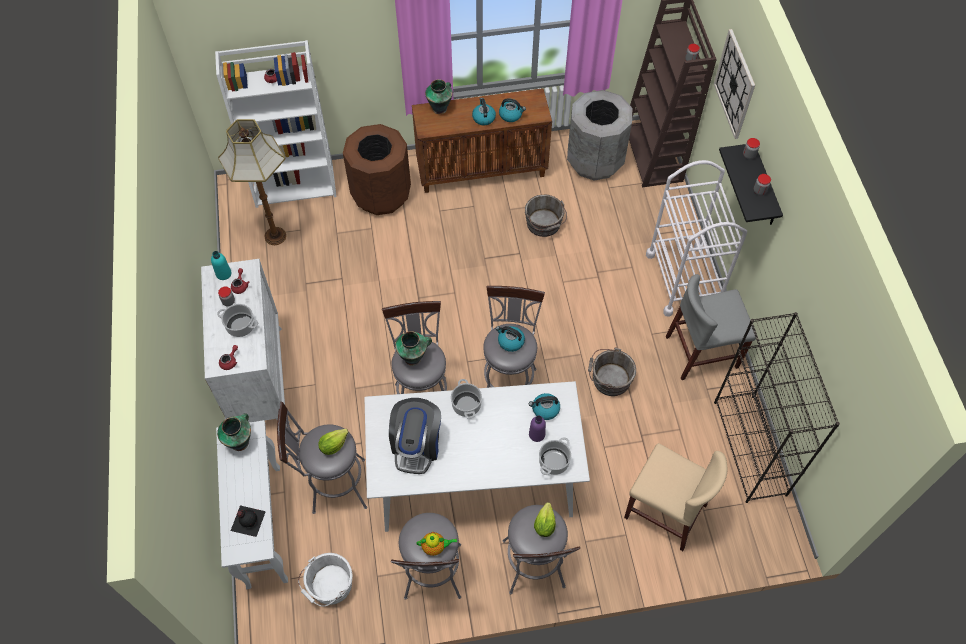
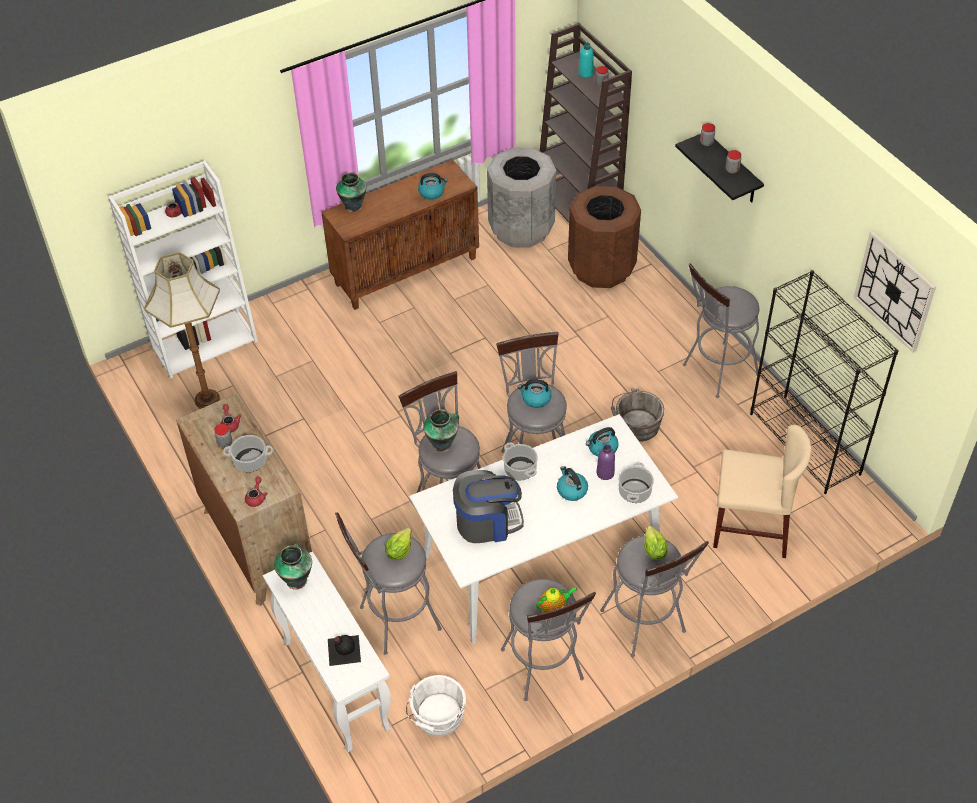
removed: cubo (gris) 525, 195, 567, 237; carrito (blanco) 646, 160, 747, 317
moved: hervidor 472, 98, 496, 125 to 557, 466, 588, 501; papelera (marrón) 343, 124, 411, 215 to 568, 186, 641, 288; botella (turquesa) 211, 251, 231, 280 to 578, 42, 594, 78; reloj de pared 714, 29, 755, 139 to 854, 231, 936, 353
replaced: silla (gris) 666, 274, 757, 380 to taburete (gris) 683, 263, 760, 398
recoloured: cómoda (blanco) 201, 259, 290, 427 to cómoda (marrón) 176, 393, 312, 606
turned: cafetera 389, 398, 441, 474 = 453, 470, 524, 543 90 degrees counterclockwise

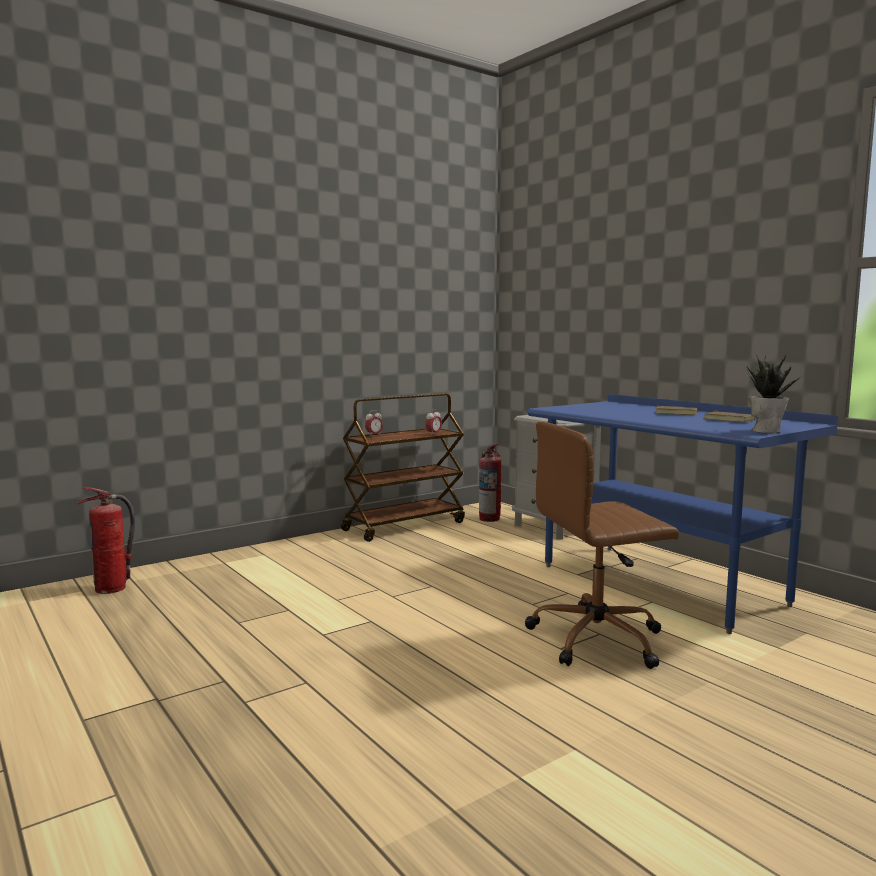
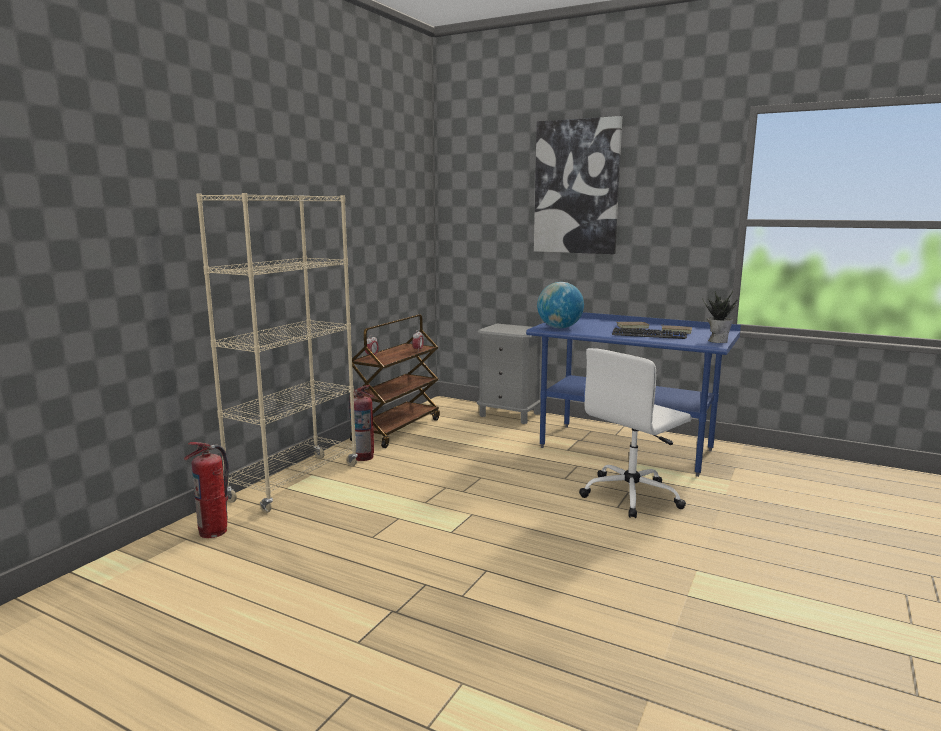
added: estantería (beis) 196, 193, 358, 513; cuadro 534, 116, 622, 254; globo terráqueo 537, 282, 584, 328; teclado 612, 327, 687, 339
moved: extintor 479, 444, 501, 522 to 349, 385, 374, 461
recoloured: silla de oficina (marrón) 525, 422, 679, 669 to silla de oficina (blanco) 579, 348, 692, 518

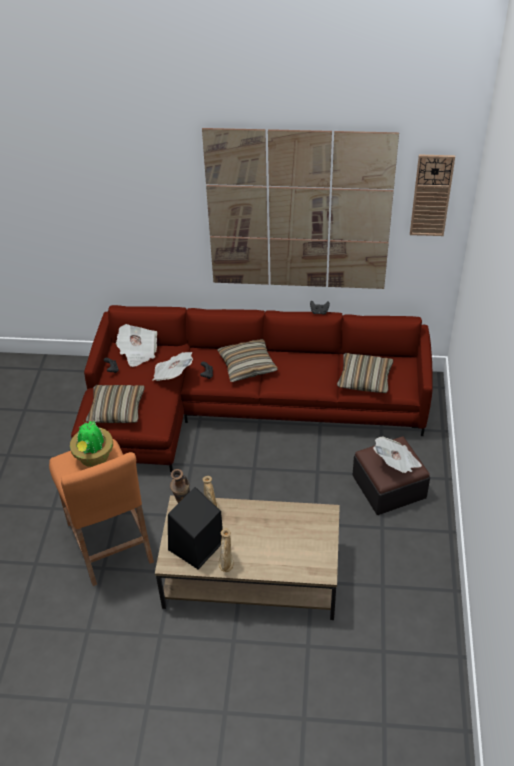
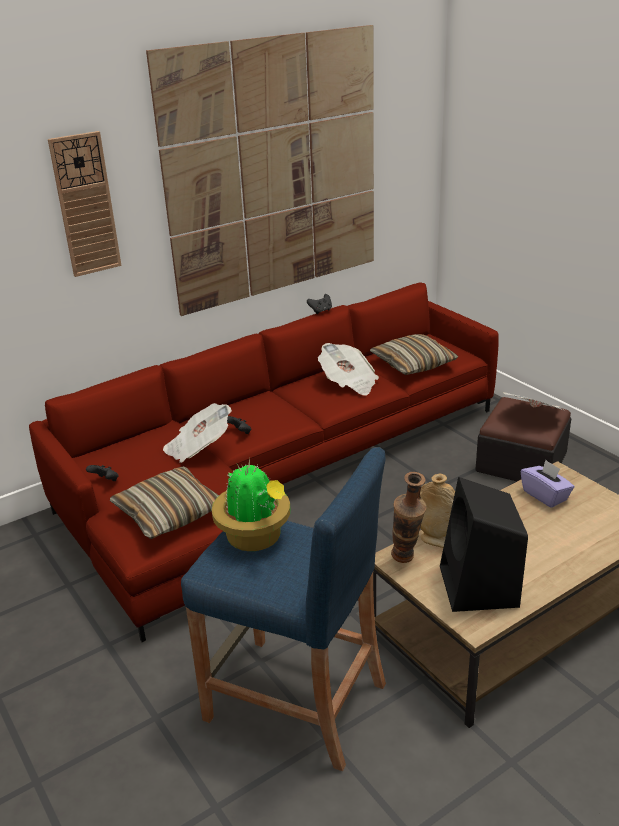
removed: cojín 217, 339, 278, 382; florero (beis) 219, 528, 233, 572
added: caja de pañuelos (morado) 521, 460, 574, 508
moved: reloj de pared 410, 155, 455, 236 to 48, 131, 122, 277; periódico 116, 324, 157, 367 to 318, 343, 379, 395
recoloured: taburete (naranja) 49, 439, 154, 586 to taburete (azul) 181, 447, 386, 772

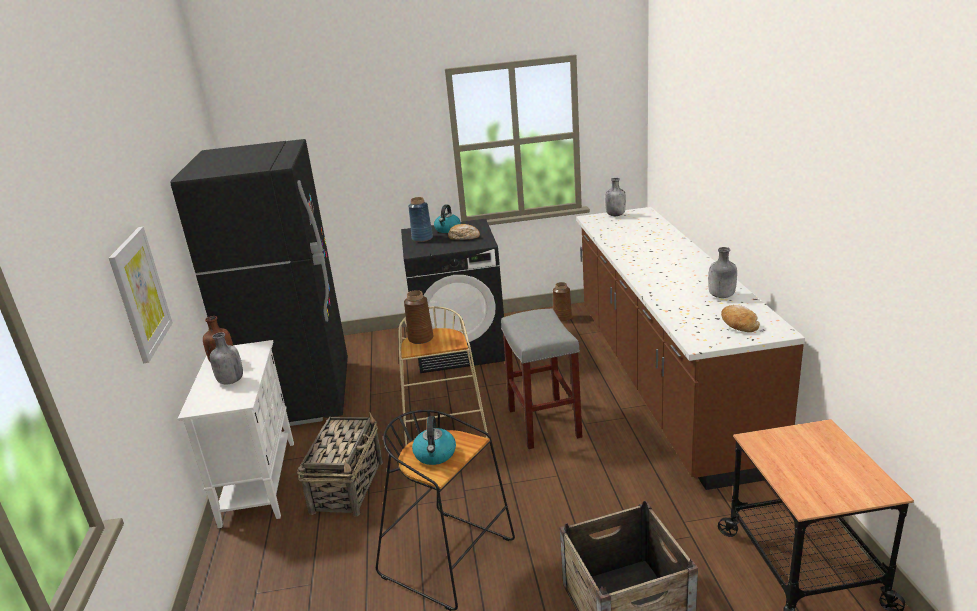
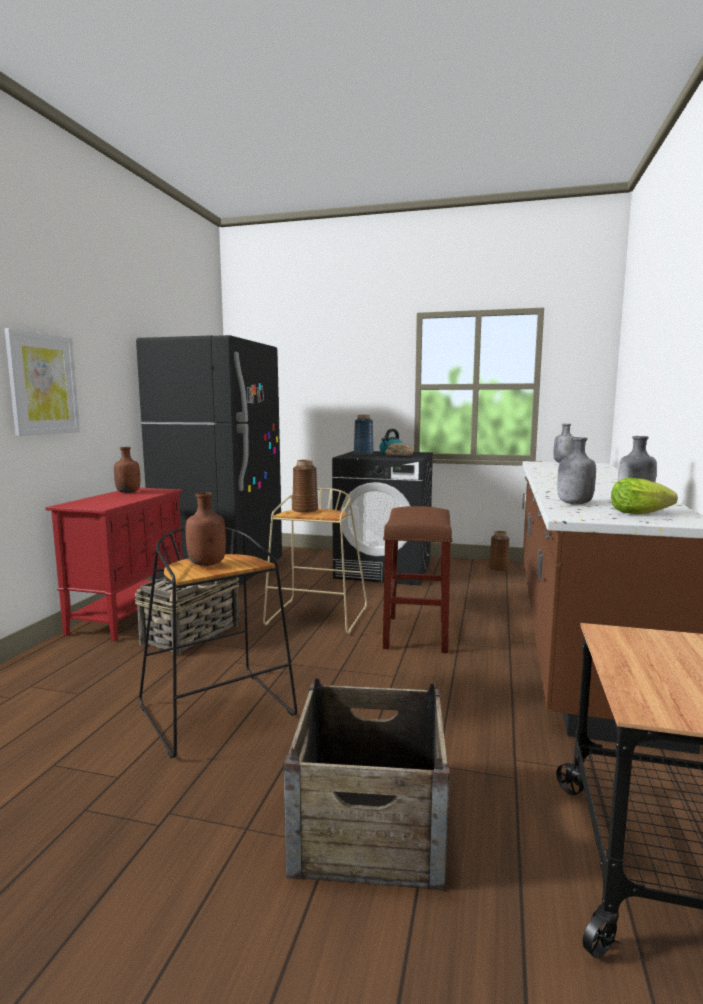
moved: botella (gris) 210, 332, 243, 384 to 557, 437, 596, 504
replaced: hervidor 412, 416, 456, 465 to botella (marrón) 186, 492, 226, 566; pan 721, 305, 760, 332 to lechuga 611, 478, 678, 514
recoloured: armario (blanco) 178, 340, 294, 528 to armario (rojo) 45, 488, 184, 641; taburete (gris) 501, 309, 582, 449 to taburete (marrón) 383, 506, 452, 653

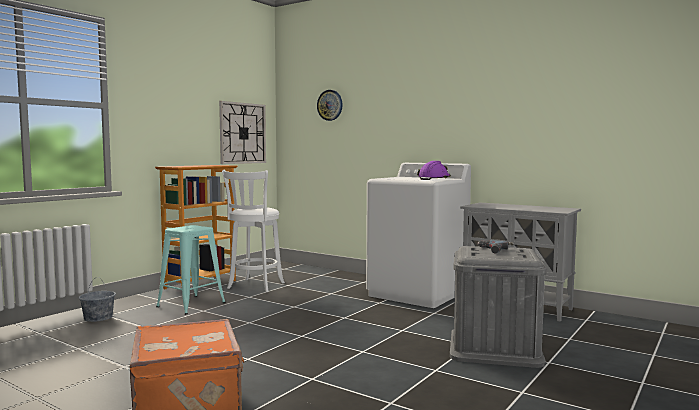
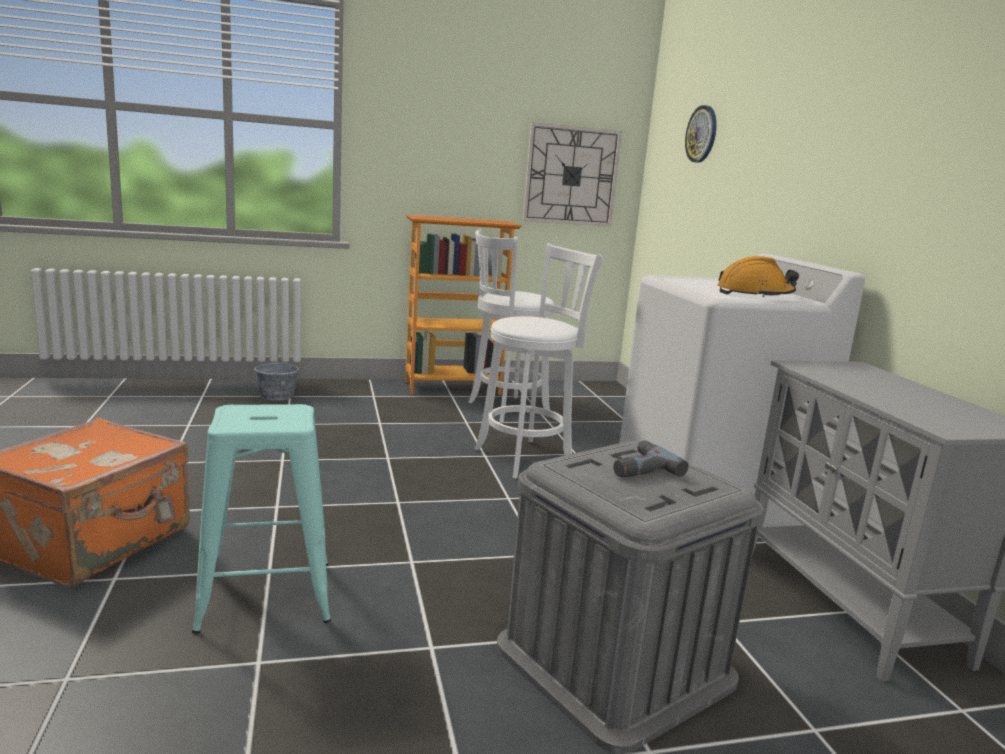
added: taburete (blanco) 474, 244, 603, 479
moved: taburete (turquesa) 156, 225, 226, 315 to 192, 404, 331, 634
recoloured: casco (morado) 417, 161, 451, 180 to casco (naranja) 717, 256, 799, 297

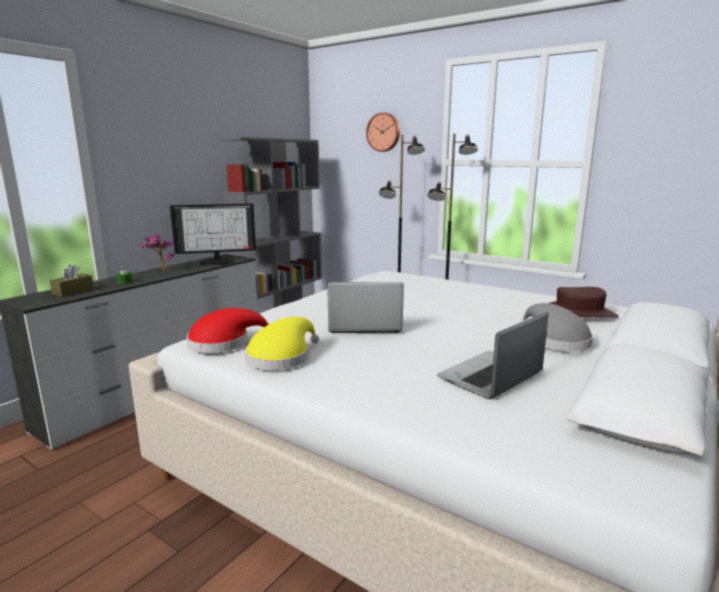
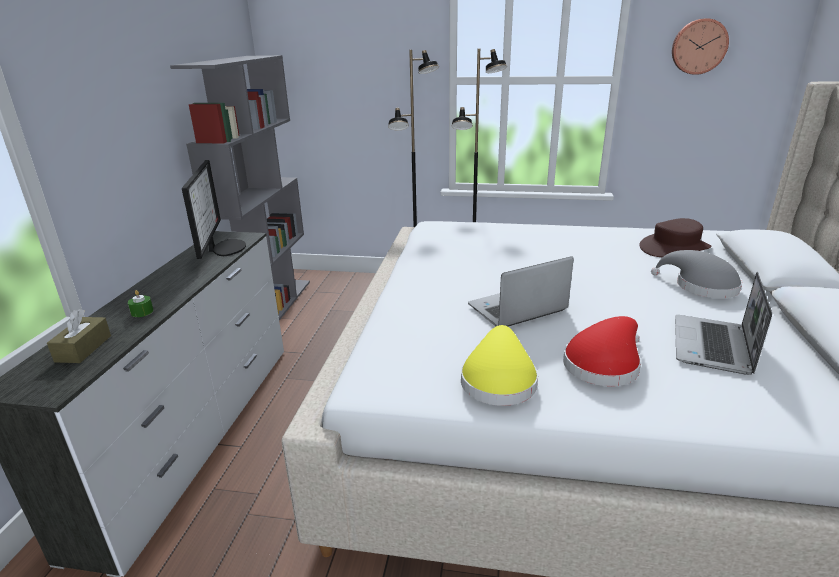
removed: planta en maceta 139, 233, 174, 271
moved: sombrero (rojo) 187, 308, 269, 353 to 563, 316, 641, 386; reloj de pared 366, 112, 400, 152 to 672, 18, 729, 75
turned: monitor 170, 203, 256, 266 = 182, 160, 246, 259 60 degrees counterclockwise

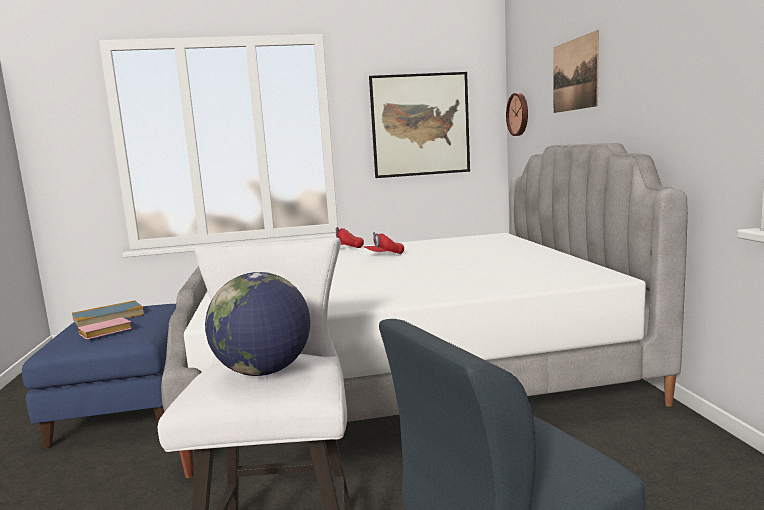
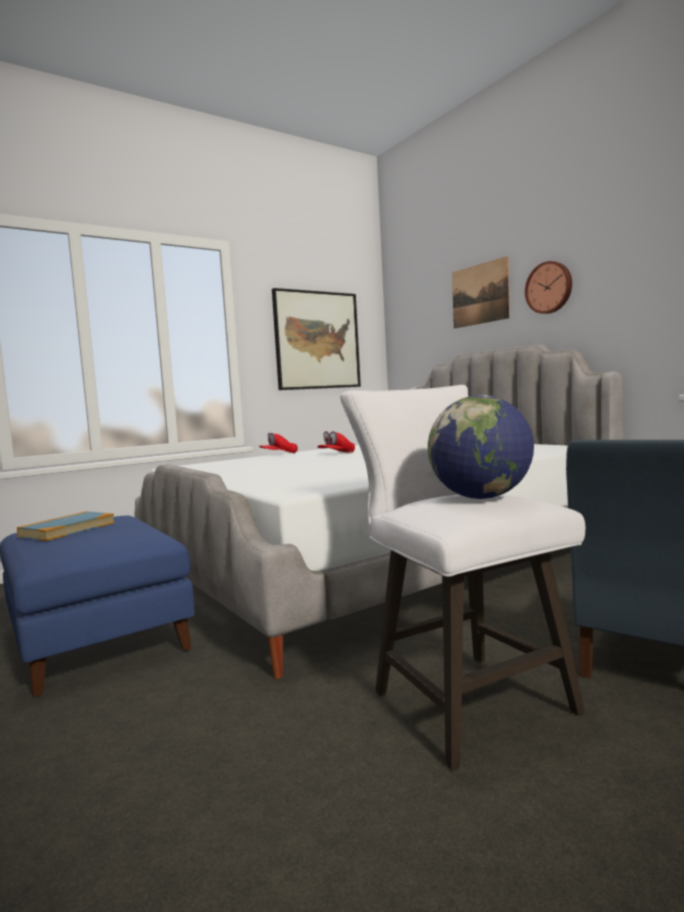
removed: libro (rosa) 78, 317, 132, 339
moved: reloj de pared 506, 93, 528, 136 to 525, 261, 572, 314

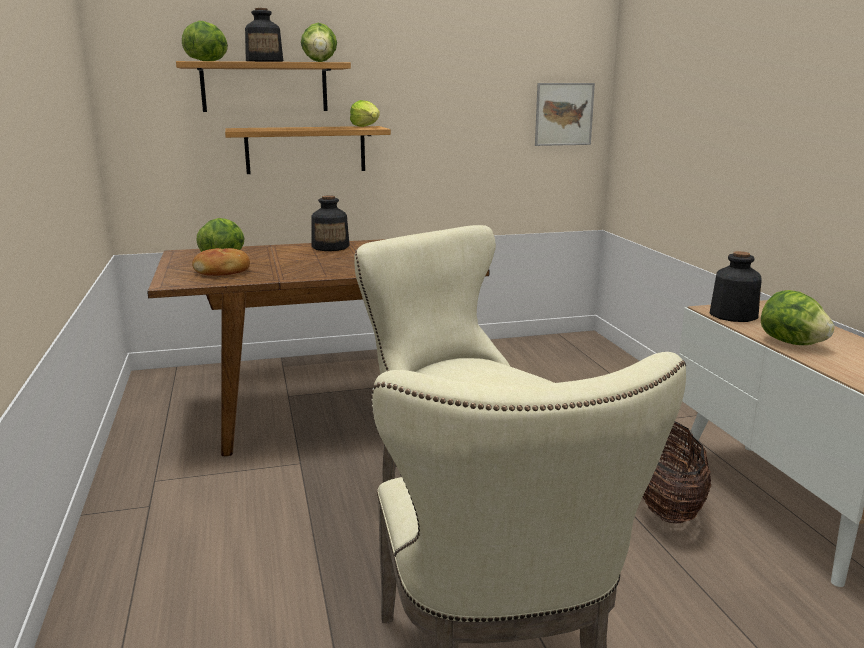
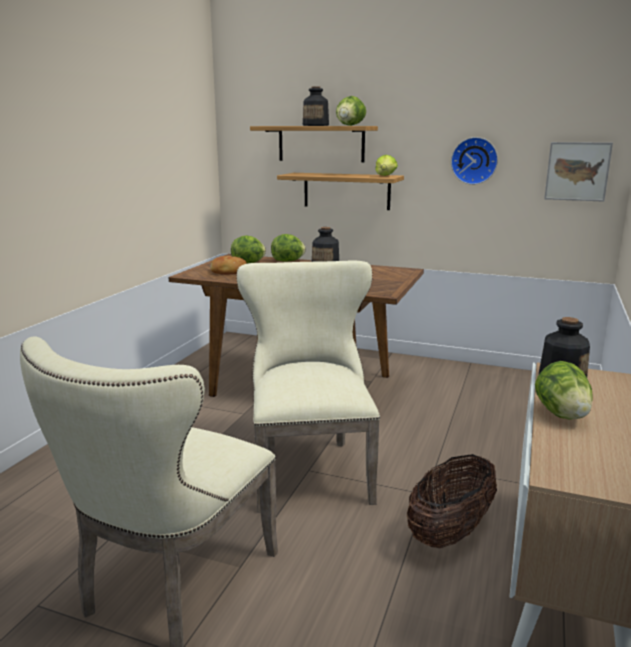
added: reloj de pared 451, 137, 498, 185
moved: lechuga 182, 21, 228, 61 to 271, 234, 306, 262

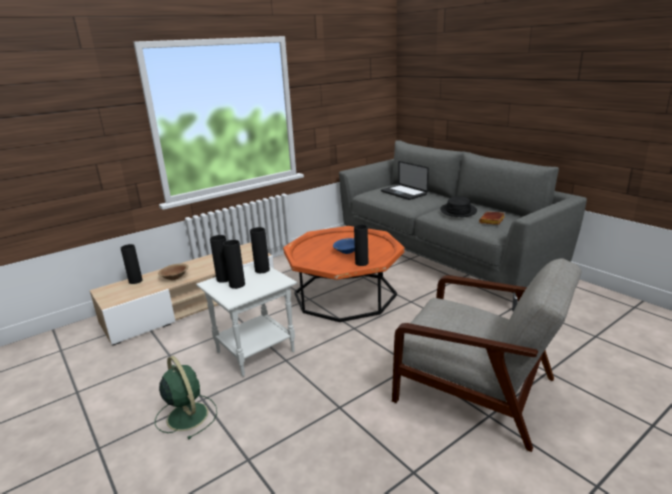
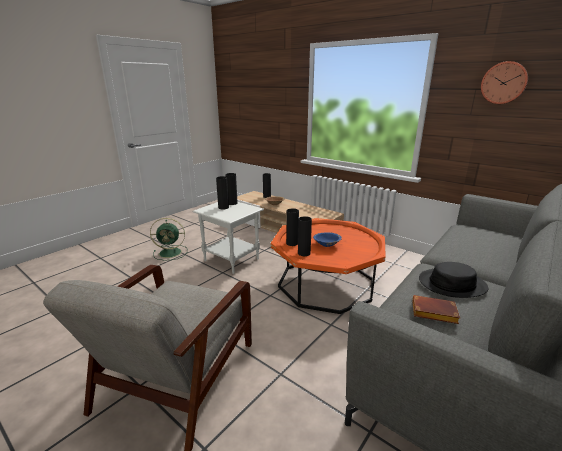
removed: portátil 381, 161, 429, 200
added: reloj de pared 481, 61, 528, 104
moved: florero (negro) 250, 227, 270, 273 to 286, 208, 299, 246
turned: ventilador (verde) 155, 356, 217, 439 = 150, 218, 188, 260 45 degrees clockwise

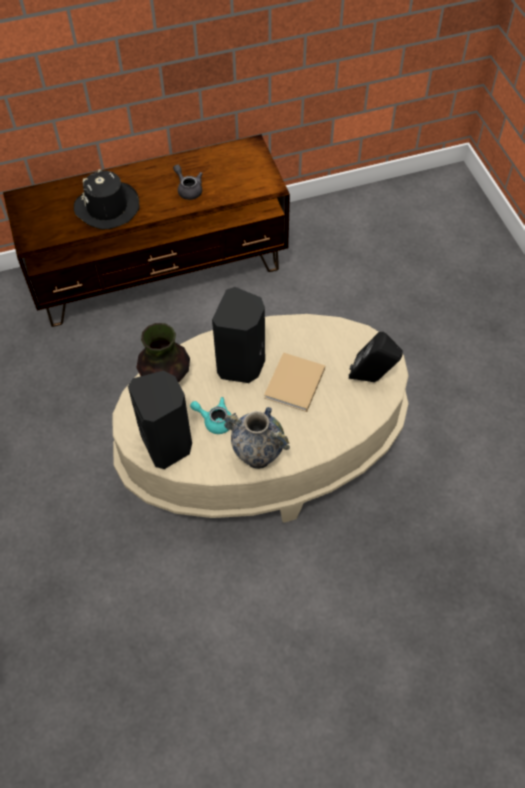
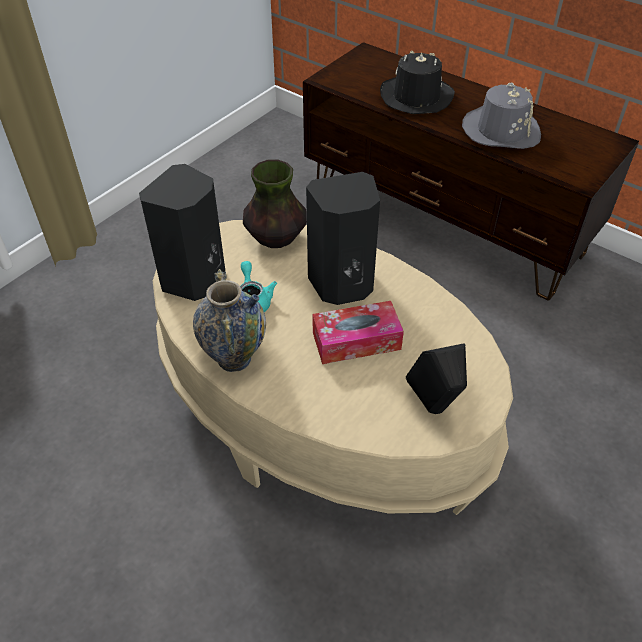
replaced: libro (beis) 264, 352, 325, 412 to caja de pañuelos 312, 301, 404, 364; tetera (gris) 173, 164, 203, 200 to sombrero (gris) 462, 82, 541, 149

